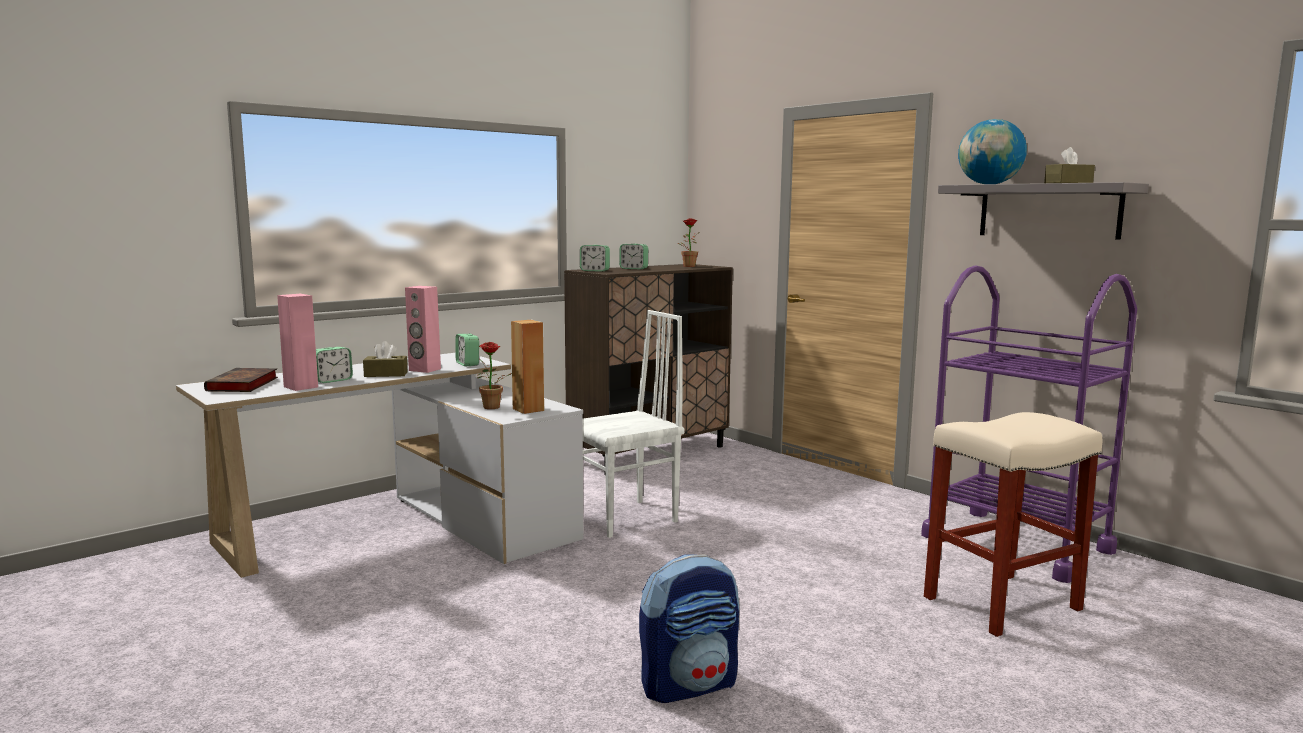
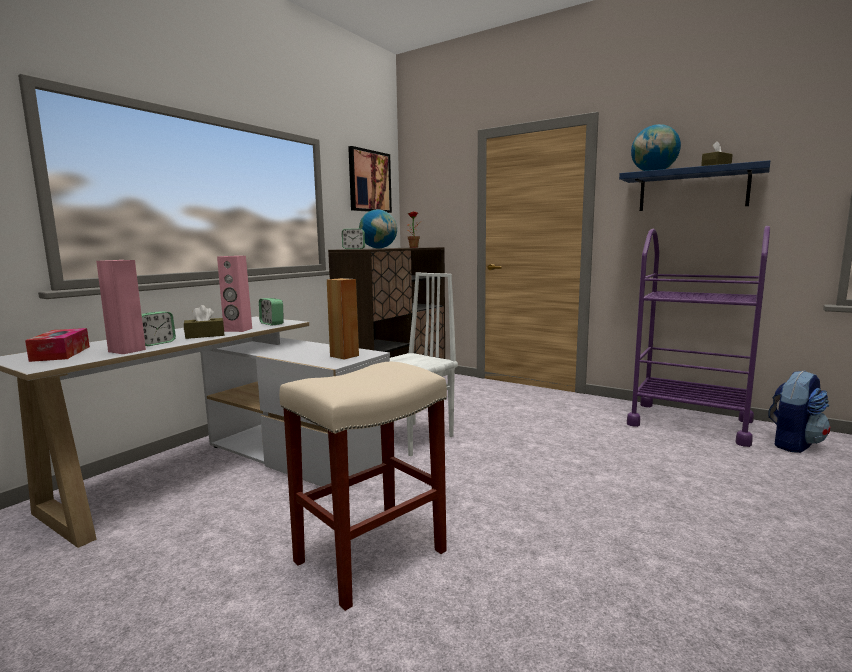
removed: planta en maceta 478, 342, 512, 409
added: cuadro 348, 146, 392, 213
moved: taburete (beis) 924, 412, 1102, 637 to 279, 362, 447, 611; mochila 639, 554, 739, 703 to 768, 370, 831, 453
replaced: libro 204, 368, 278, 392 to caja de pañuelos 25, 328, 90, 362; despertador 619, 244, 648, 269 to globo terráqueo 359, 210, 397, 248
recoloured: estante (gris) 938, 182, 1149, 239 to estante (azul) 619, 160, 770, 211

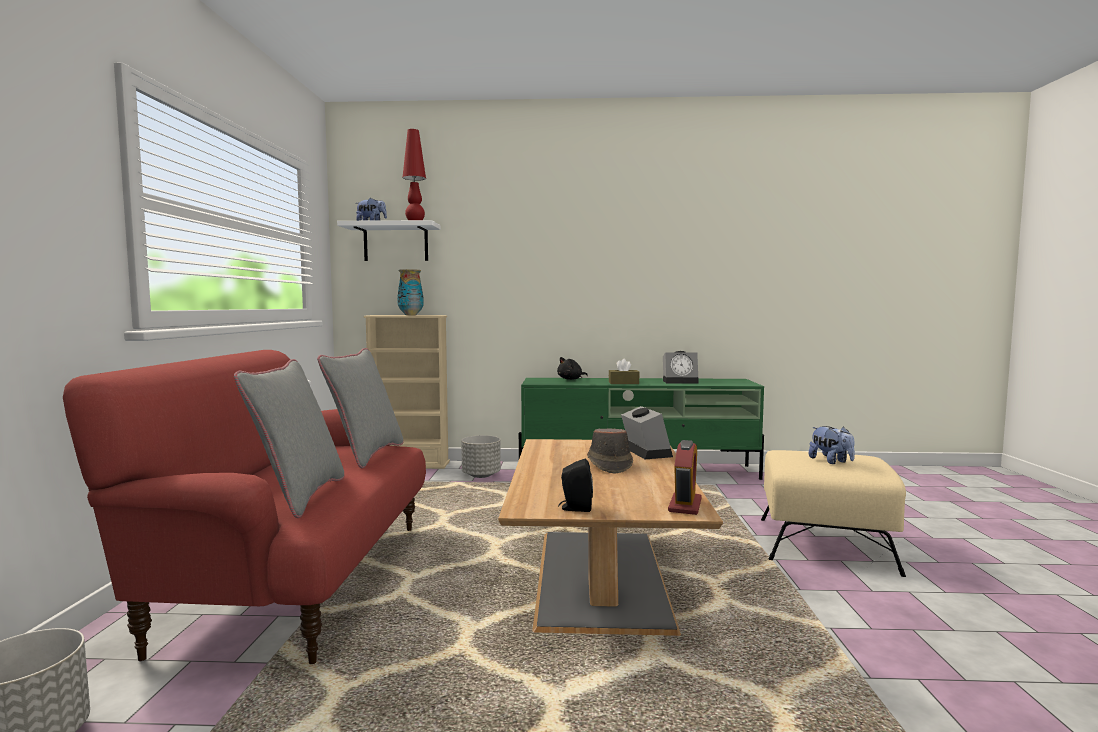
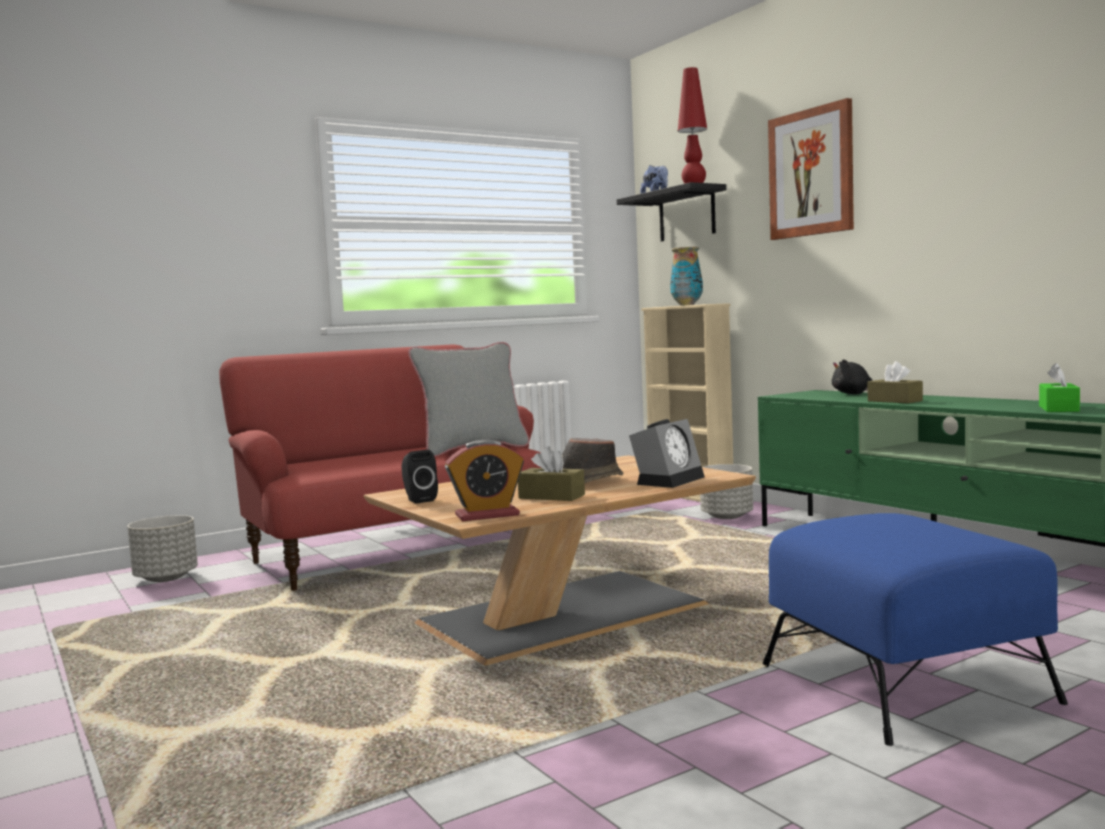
removed: cojín (gris) 234, 359, 344, 518; despertador 663, 351, 699, 384; peluche 808, 426, 855, 464
added: caja de pañuelos (marrón) 518, 446, 585, 501; cuadro 768, 98, 854, 240; caja de pañuelos (verde) 1039, 363, 1080, 412
recoloured: estante (blanco) 337, 220, 441, 261 to estante (negro) 617, 182, 726, 241; puf (beis) 761, 450, 906, 577 to puf (azul) 763, 513, 1068, 746

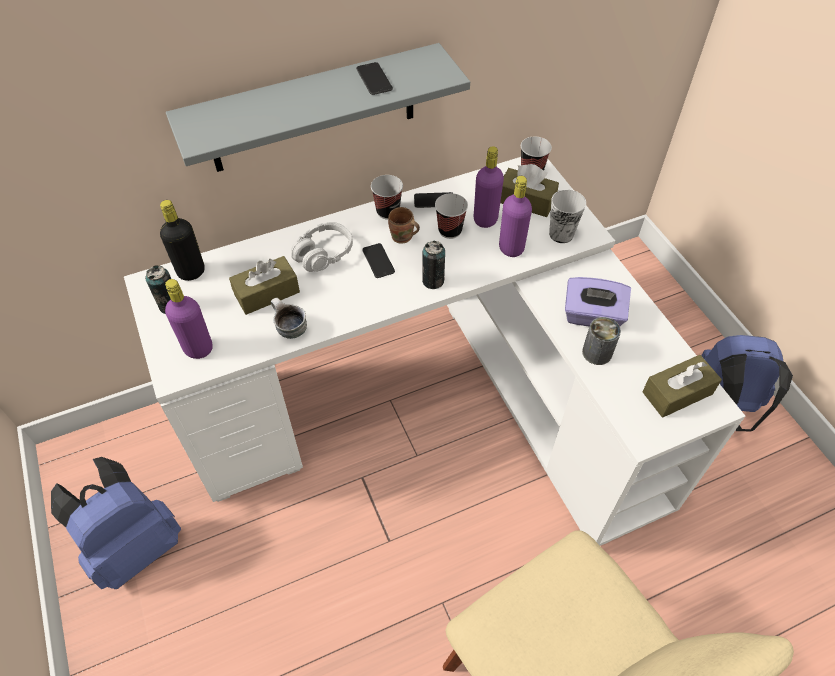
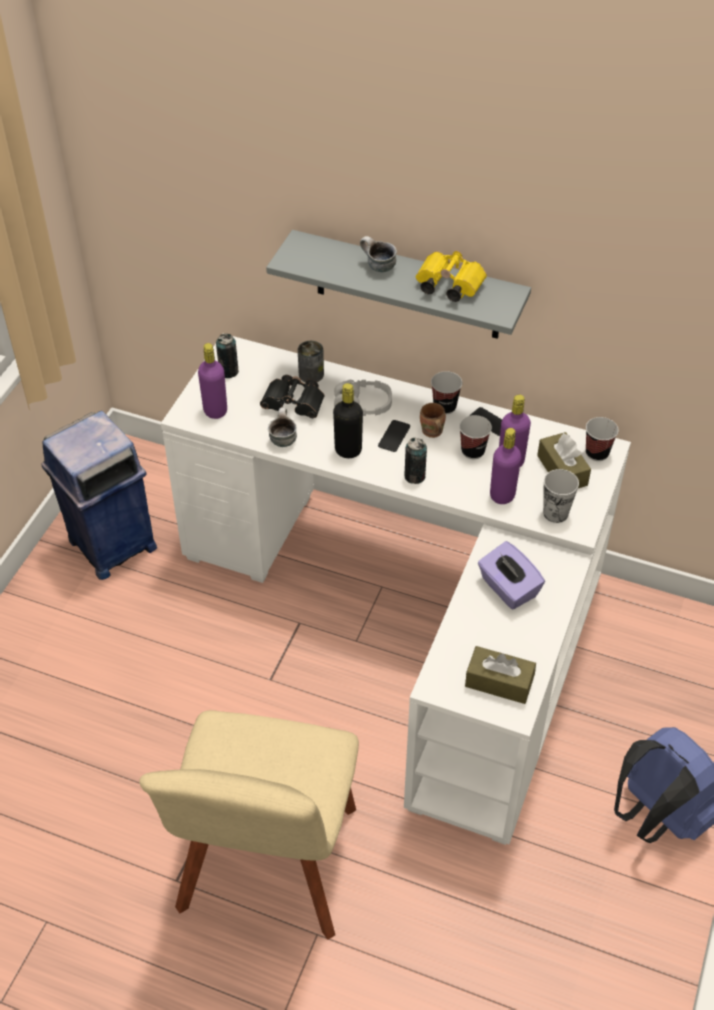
added: taza grande 360, 236, 397, 272
moved: lata 582, 317, 621, 365 to 298, 341, 324, 382; botella (negro) 160, 200, 205, 281 to 333, 383, 363, 458
replaced: mochila (azul) 51, 457, 181, 589 to papelera (azul) 42, 411, 157, 580; caja de pañuelos (marrón) 229, 256, 300, 315 to prismáticos (negro) 260, 375, 324, 418; móvil 356, 62, 393, 95 to prismáticos (amarillo) 416, 251, 487, 302

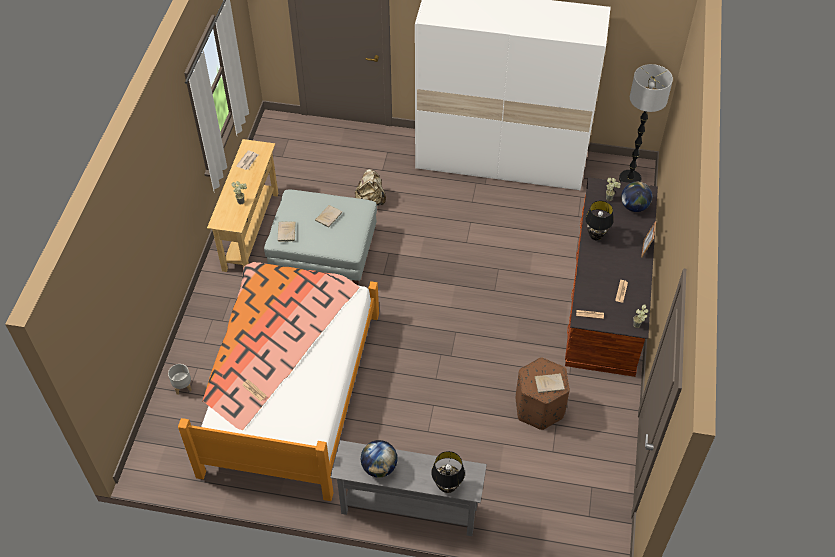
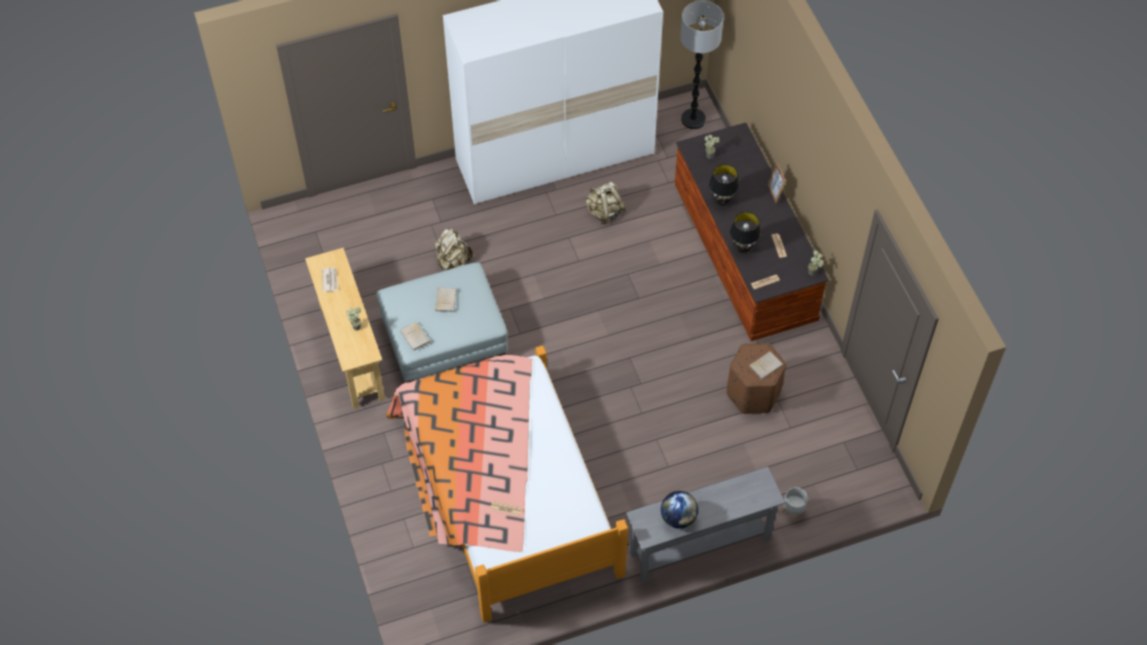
removed: globo terráqueo 621, 182, 652, 212
added: mochila (beis) 585, 181, 626, 224
moved: lámpara de mesa (negro) 431, 451, 465, 493 to 730, 212, 760, 253; maceta (gris) 168, 364, 192, 395 to 782, 487, 808, 521

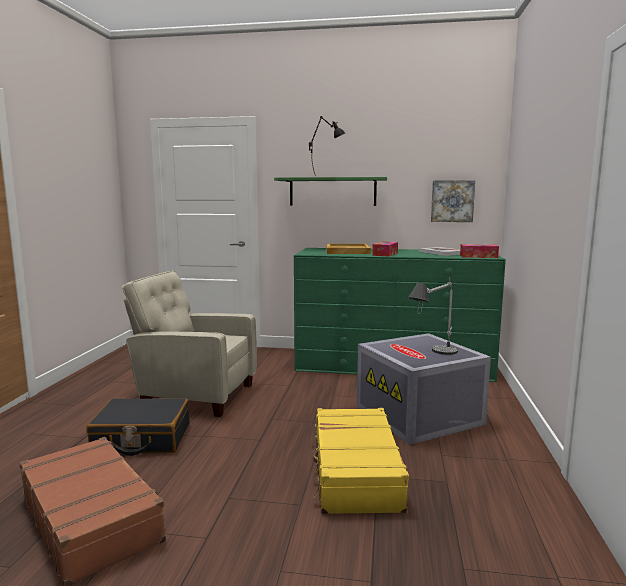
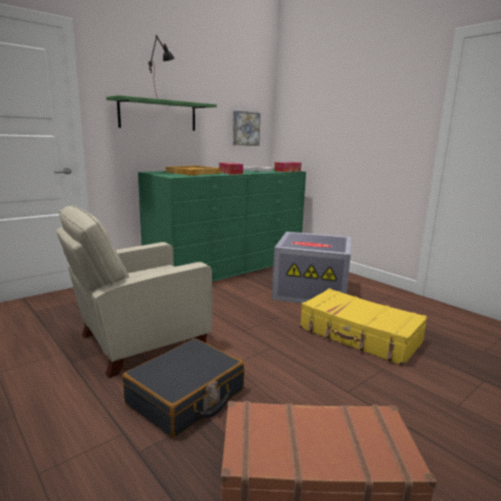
removed: lámpara de mesa 408, 278, 458, 355

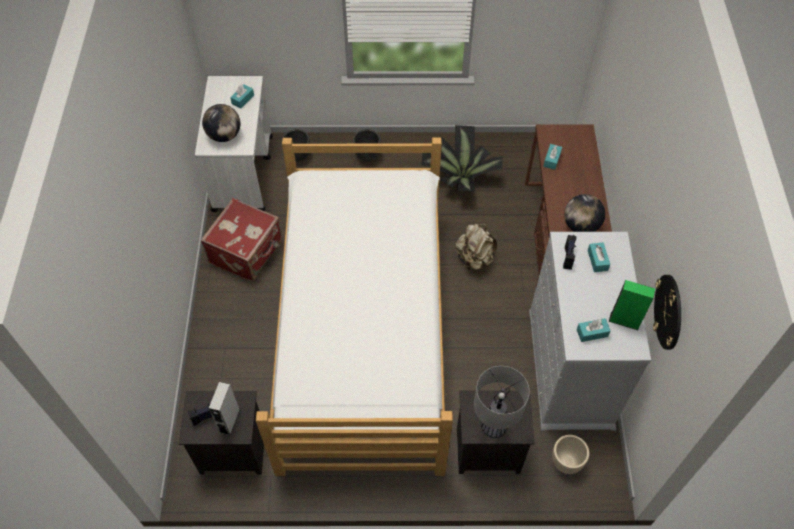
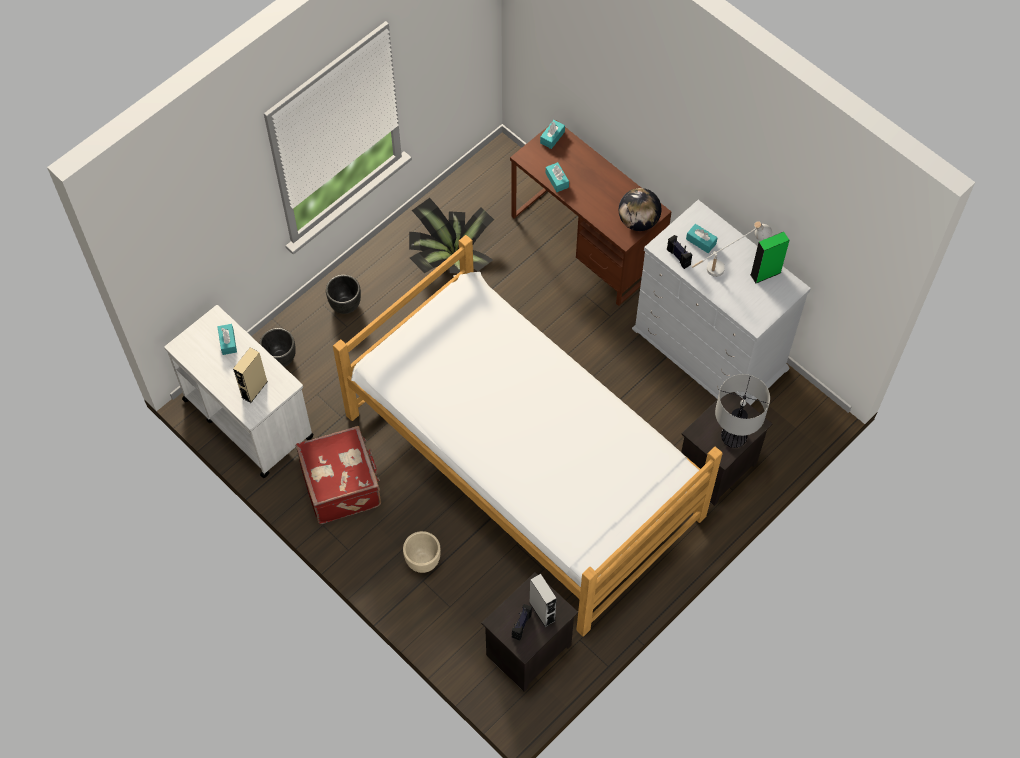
removed: mochila (beis) 455, 224, 497, 270; reloj de pared 653, 275, 681, 350
added: lámpara de mesa (blanco) 692, 221, 772, 277
moved: maceta (beis) 552, 435, 589, 474 to 403, 531, 441, 573; caja de pañuelos (turquesa) 577, 318, 611, 342 to 540, 120, 565, 149
replaced: globo terráqueo 202, 104, 240, 142 to altavoz (beis) 233, 347, 268, 403

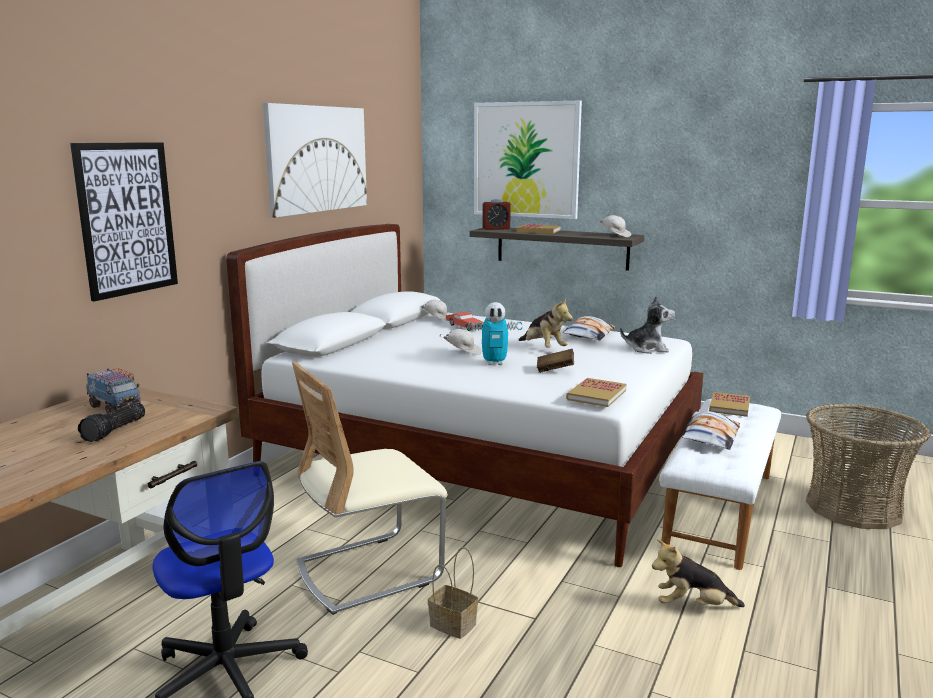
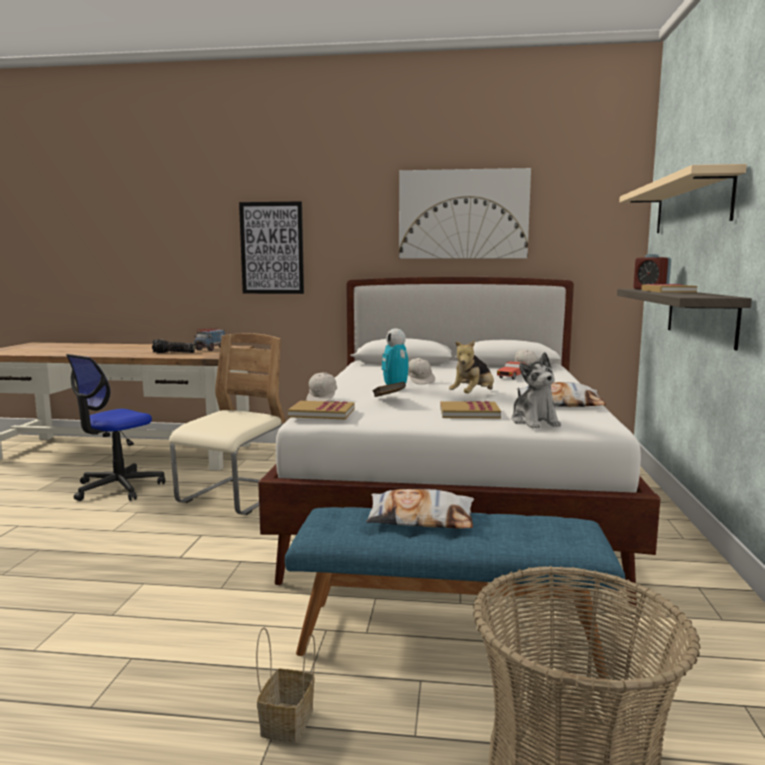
removed: peluche 652, 539, 745, 607
moved: cesta 428, 547, 478, 639 to 256, 627, 315, 743; gorra (blanco) 597, 215, 632, 237 to 306, 372, 337, 401; libro 709, 392, 750, 417 to 440, 401, 501, 419
replaced: cuadro 474, 101, 582, 219 to estante (beis) 619, 164, 747, 233
recoloured: banco (blanco) 659, 399, 781, 570 to banco (azul) 285, 507, 625, 679
turned: silla (beis) 292, 361, 448, 615 = 169, 333, 286, 515 75 degrees clockwise

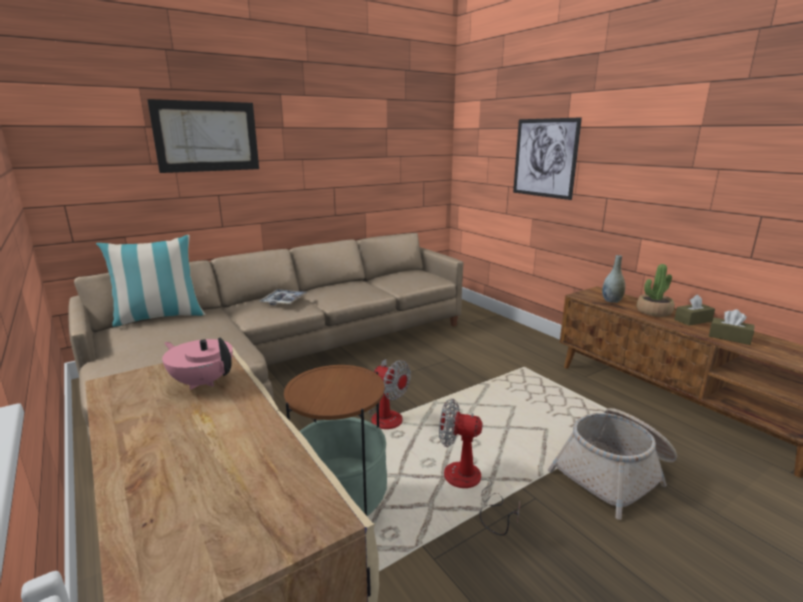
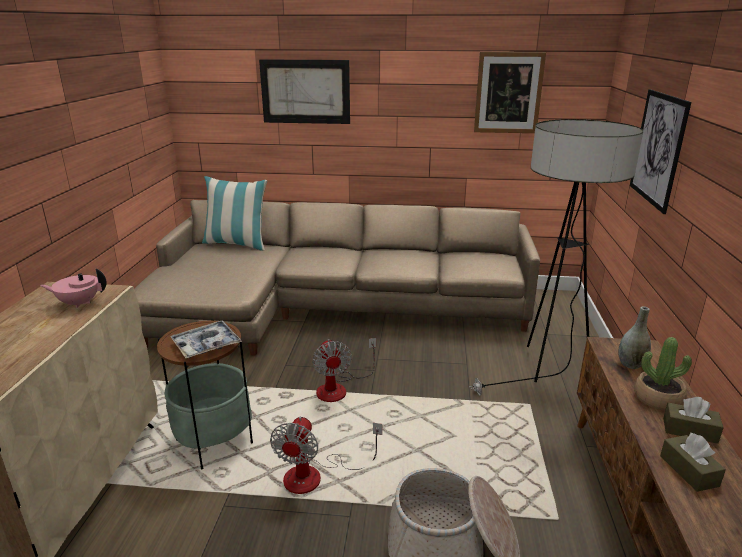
added: lámpara de pie 469, 119, 643, 396; cuadro 474, 52, 546, 133
moved: bandeja 259, 289, 308, 305 to 170, 321, 242, 358
turned: tetera (rosa) 162, 337, 233, 390 = 40, 268, 107, 308 75 degrees counterclockwise; ventilador 439, 398, 520, 536 = 270, 417, 382, 494 135 degrees counterclockwise

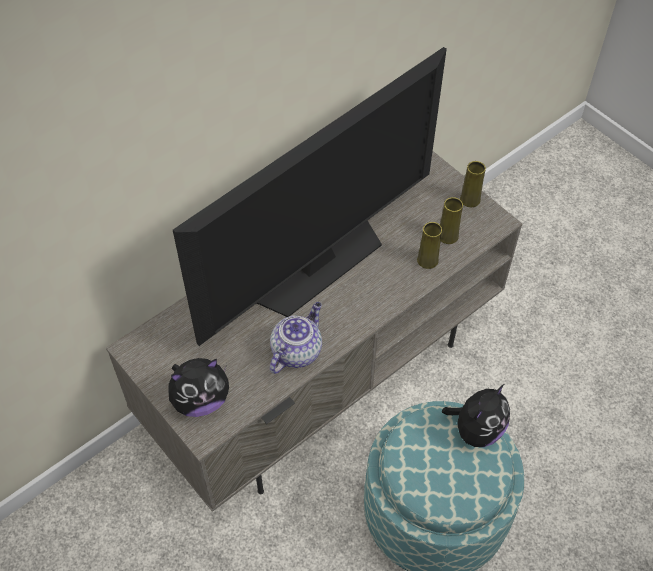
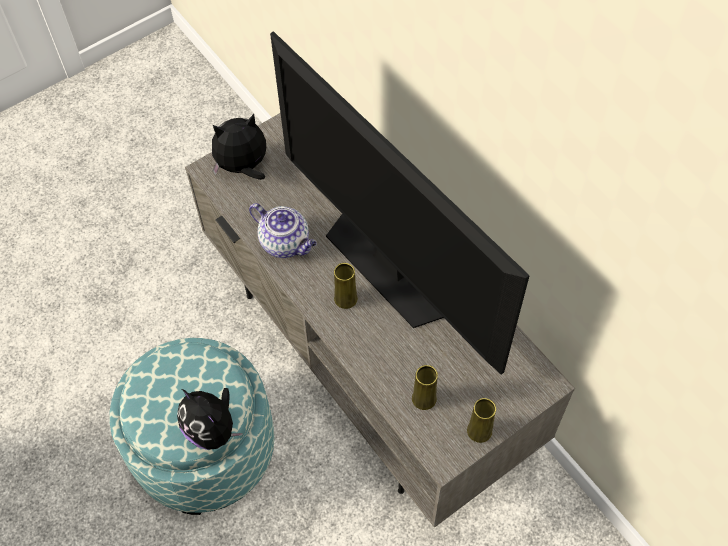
moved: florero (amarillo) 417, 222, 442, 269 to 334, 263, 358, 309
turned: peluche 168, 358, 229, 417 = 212, 114, 266, 180 90 degrees clockwise

